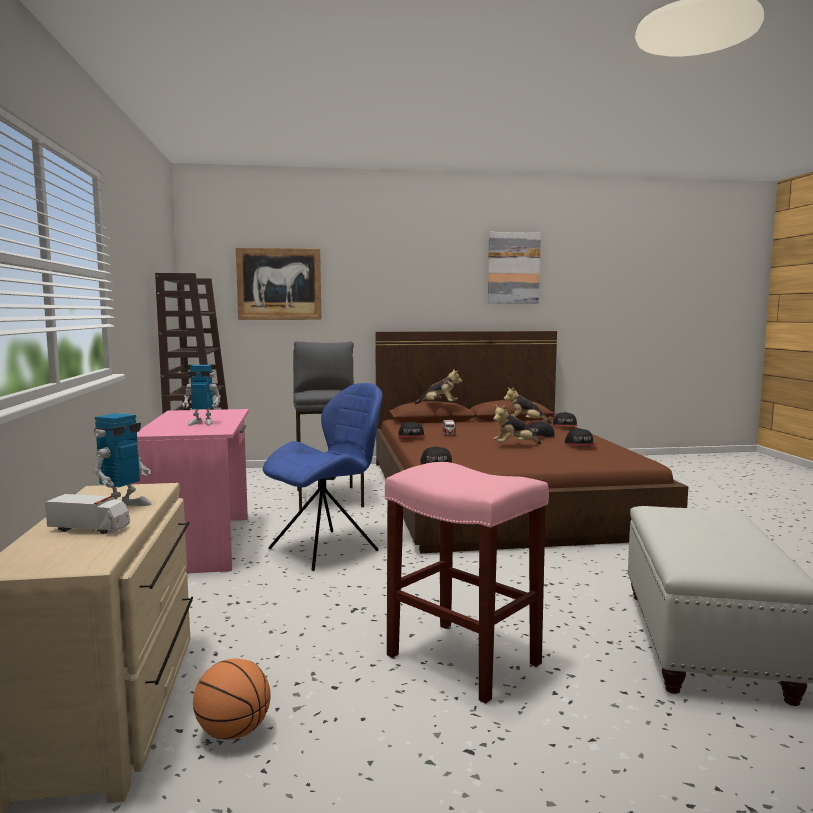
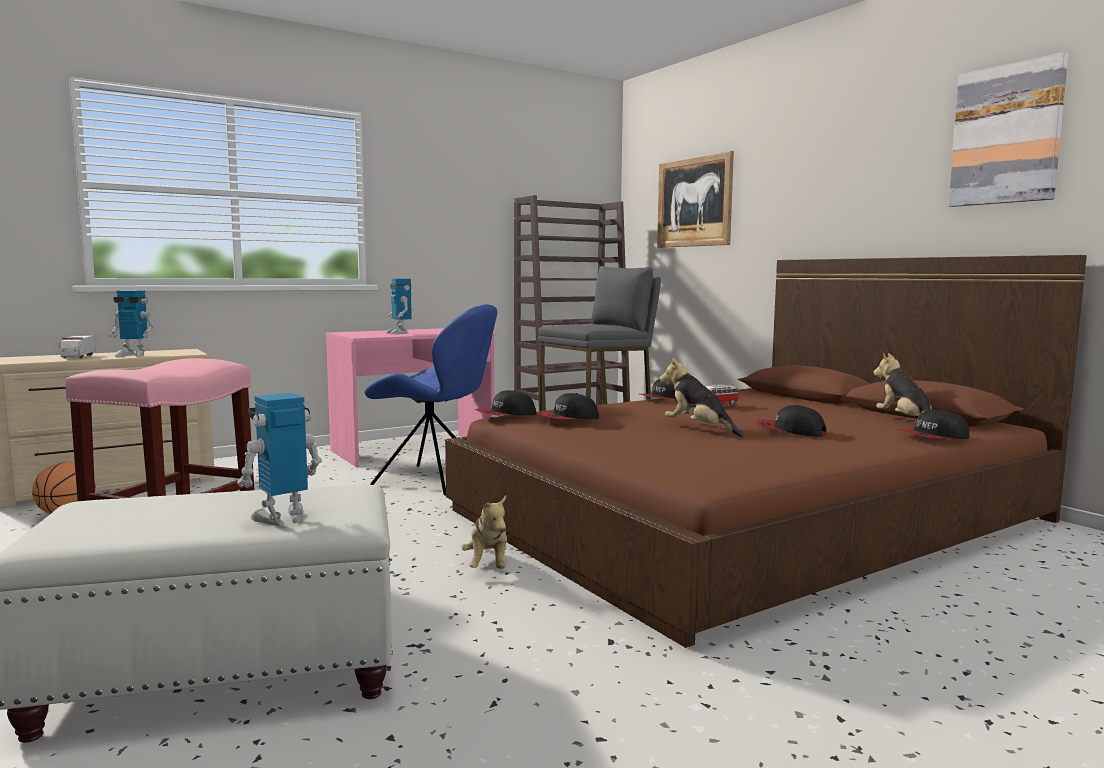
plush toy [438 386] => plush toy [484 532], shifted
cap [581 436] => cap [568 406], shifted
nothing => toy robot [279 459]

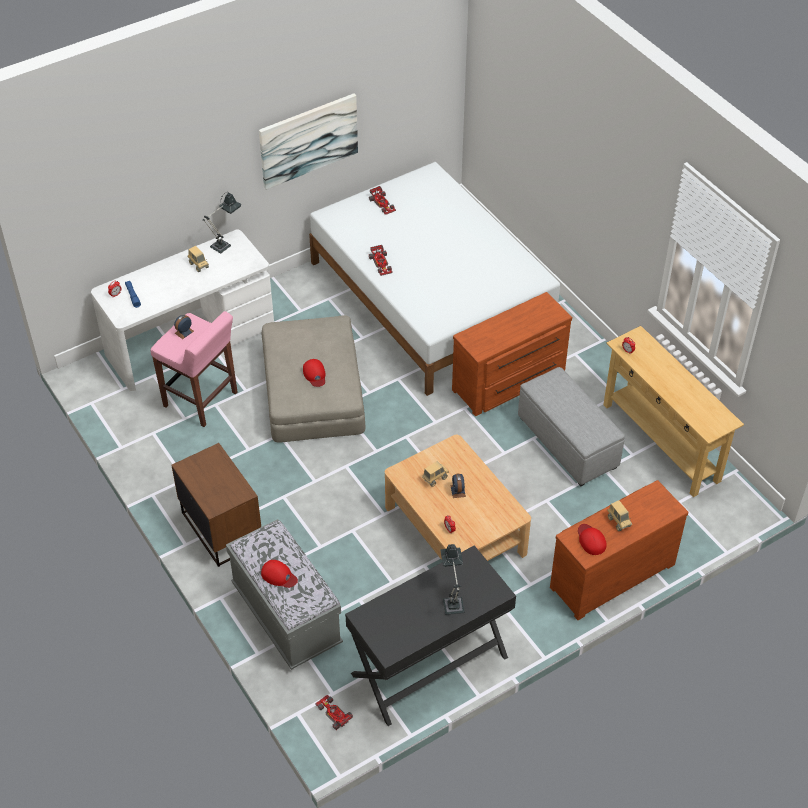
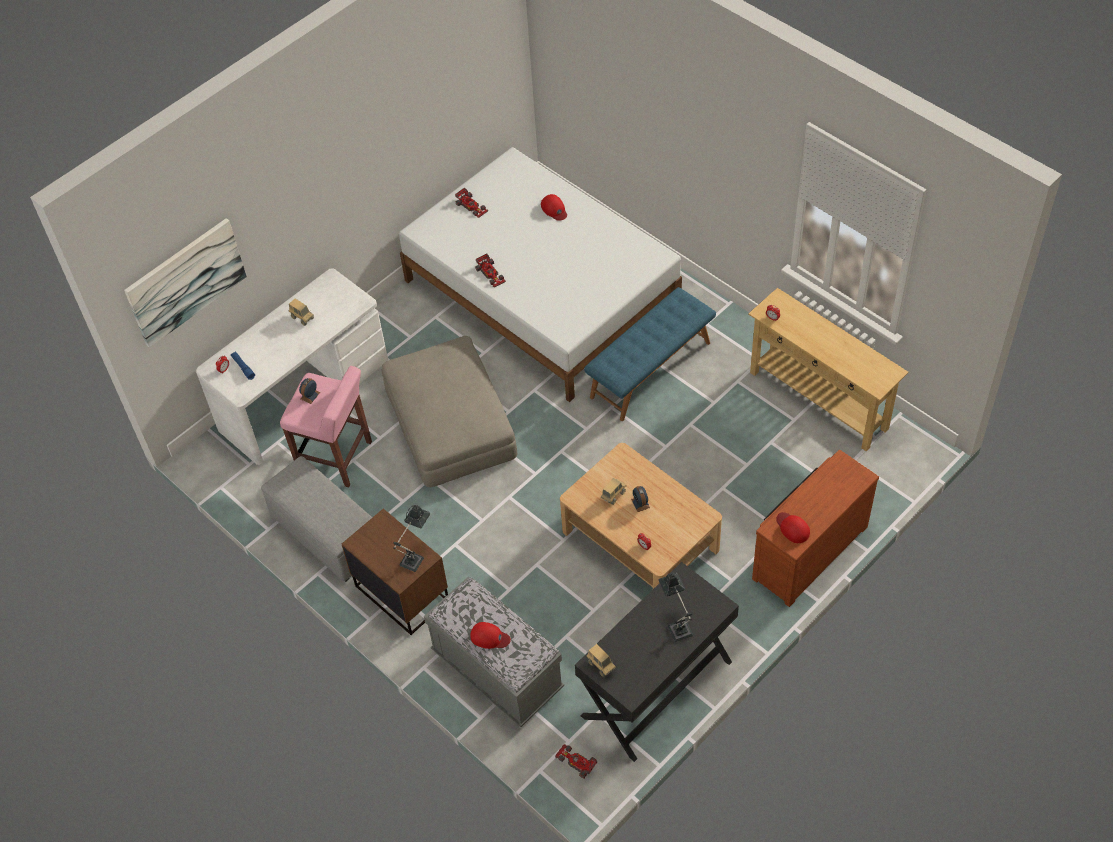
picture [308 142] => picture [185 283], shifted
table lamp [222 222] => table lamp [411 538], shifted
brown dresser [512 354] => blue bench [650 354]
red cap [314 373] => red cap [554 207], shifted
grey ottoman [571 426] => grey ottoman [316 519], shifted
toy truck [619 515] => toy truck [601 660], shifted

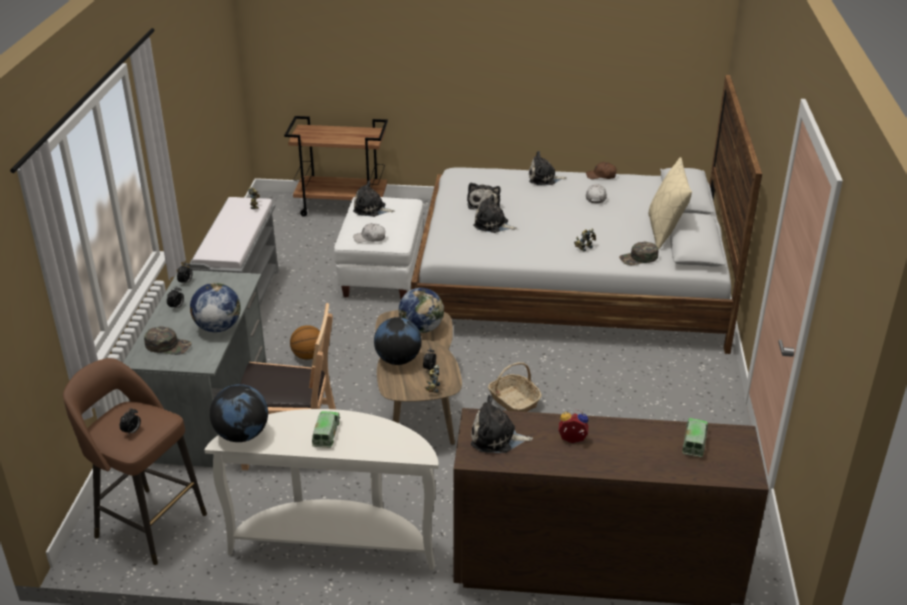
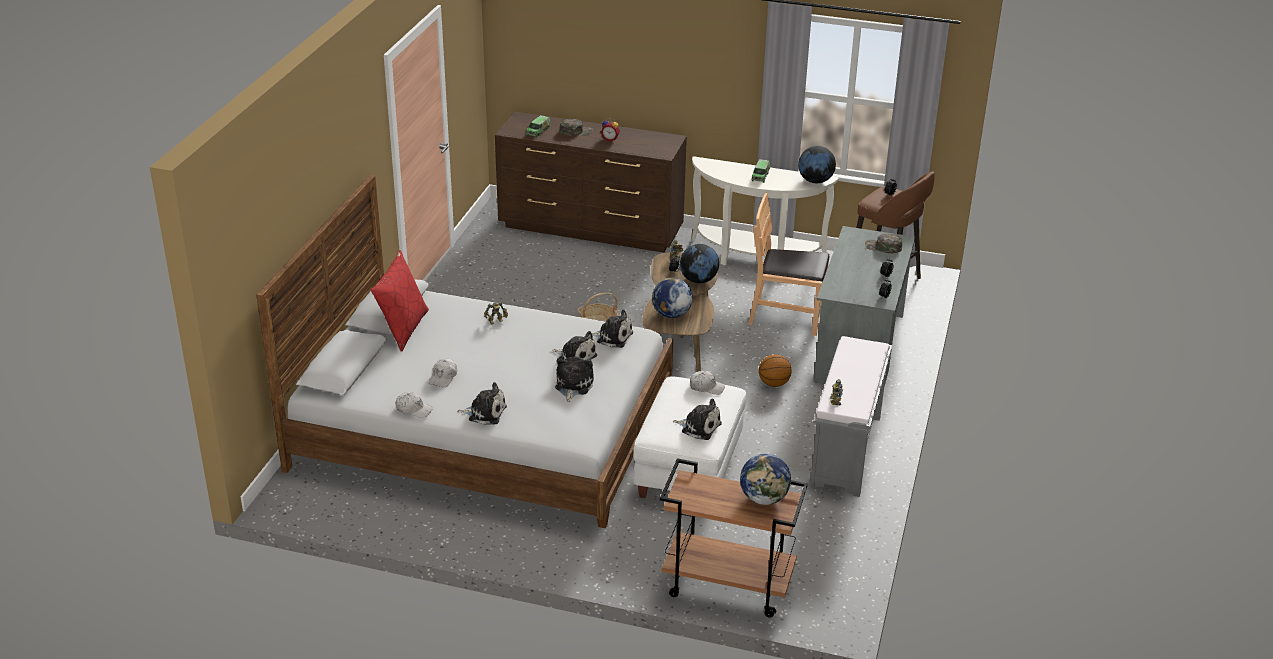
beige pillow [670 203] => red pillow [400 301]
brown cap [601 170] => white cap [414 405]
green cap [638 253] => green cap [576 127], shifted
globe [215 307] => globe [765 479], shifted
plush toy [502 424] => plush toy [612 328], shifted

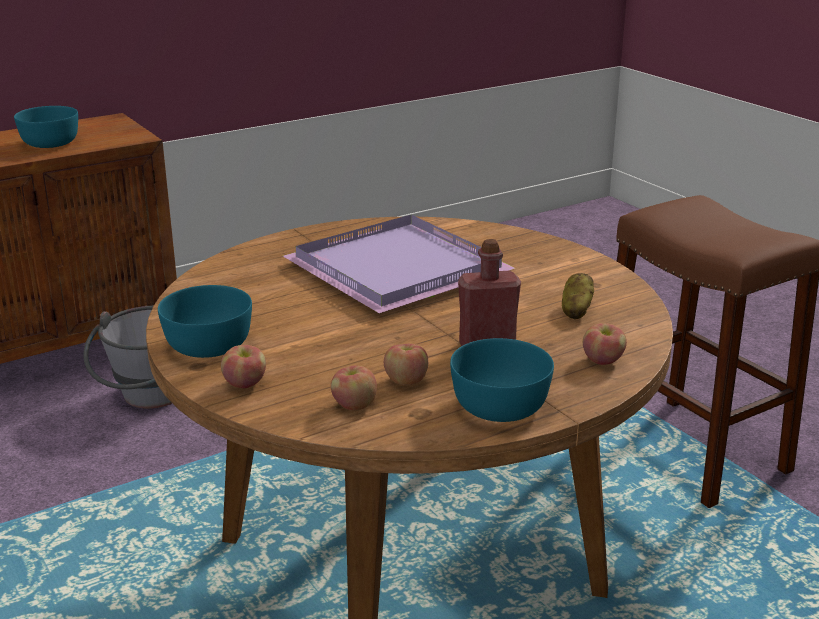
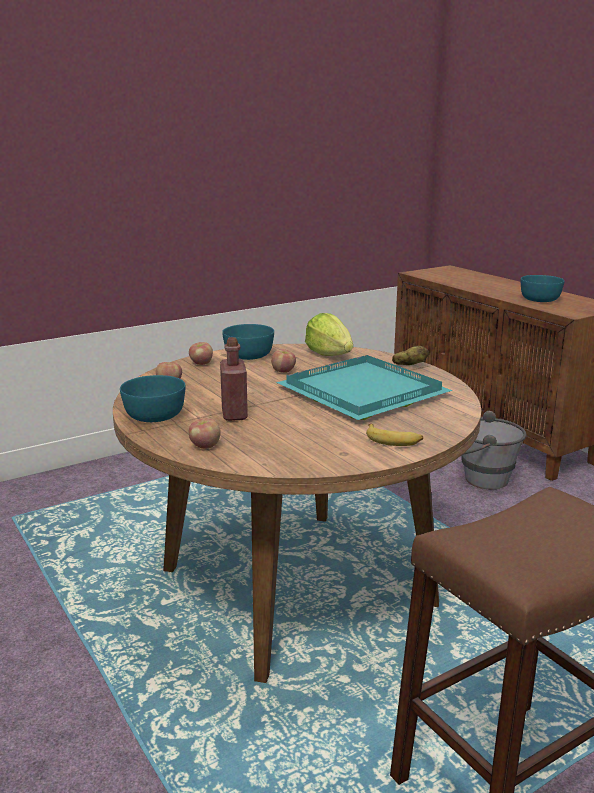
purple tray [399 264] => turquoise tray [364 387]
potato [578 296] => potato [410 355], shifted
apple [406 364] => apple [283 361], shifted
nothing => lettuce [329 334]
nothing => banana [394 435]

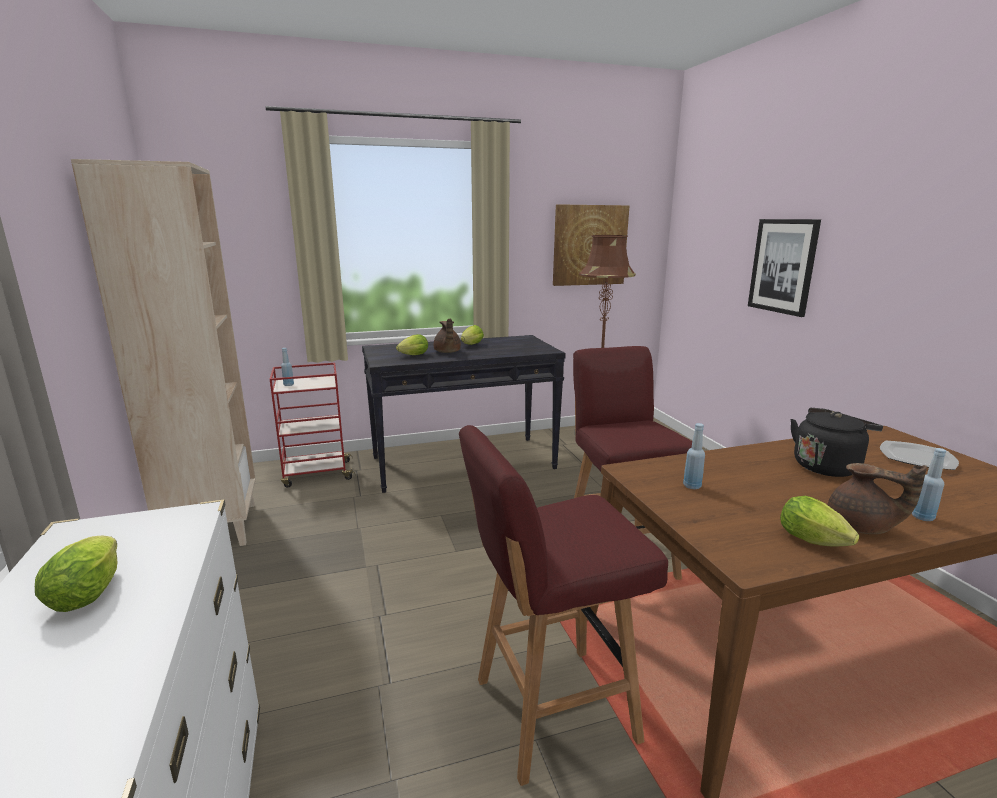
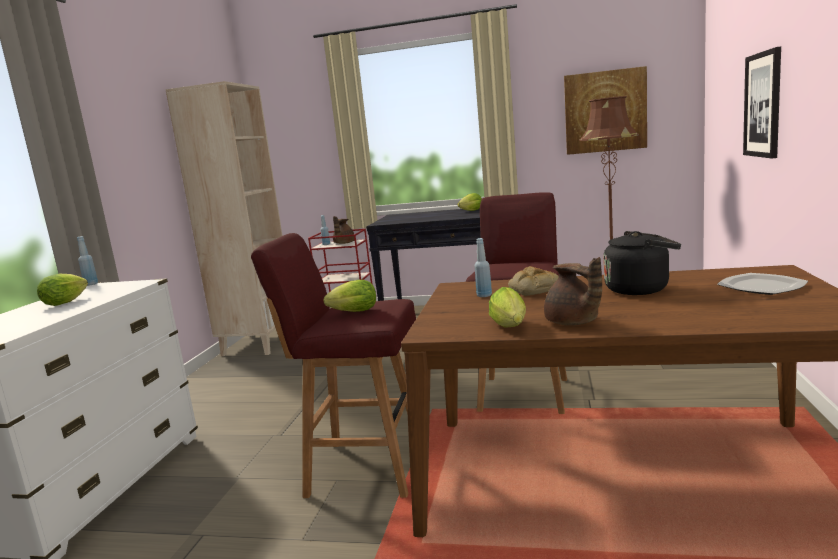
brown teapot [447 335] => brown teapot [343 230], shifted
lettuce [412 344] => lettuce [349 296], shifted
blue bottle [929 484] => blue bottle [87 261], shifted
nothing => bread [533 281]

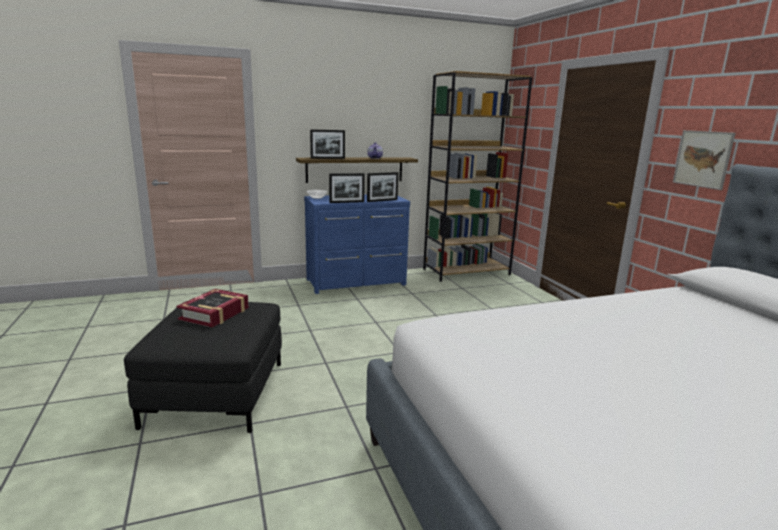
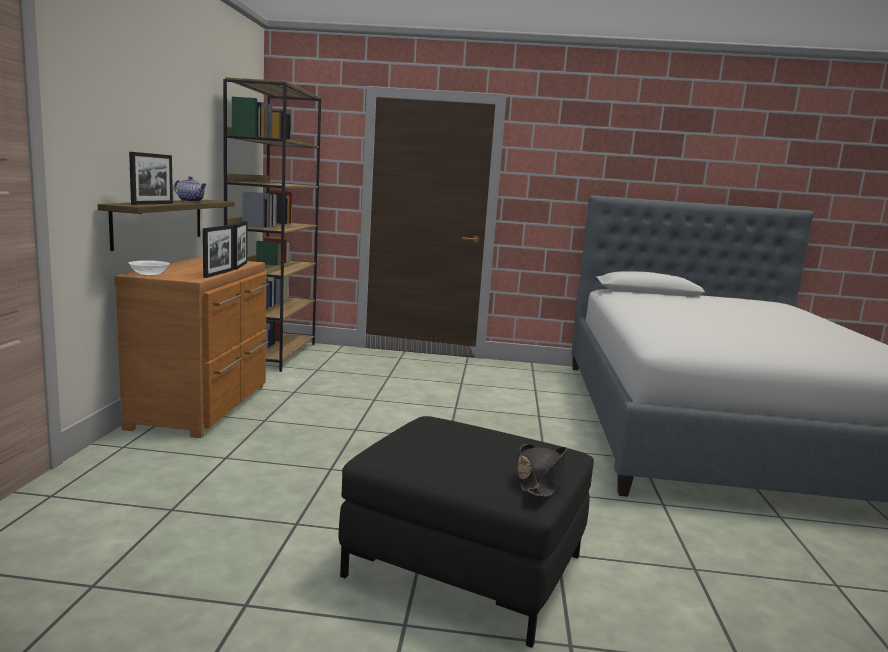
picture [704 160] => nothing
blue dresser [357 244] => brown dresser [191 347]
book [212 308] => nothing
nothing => black hat [542 470]

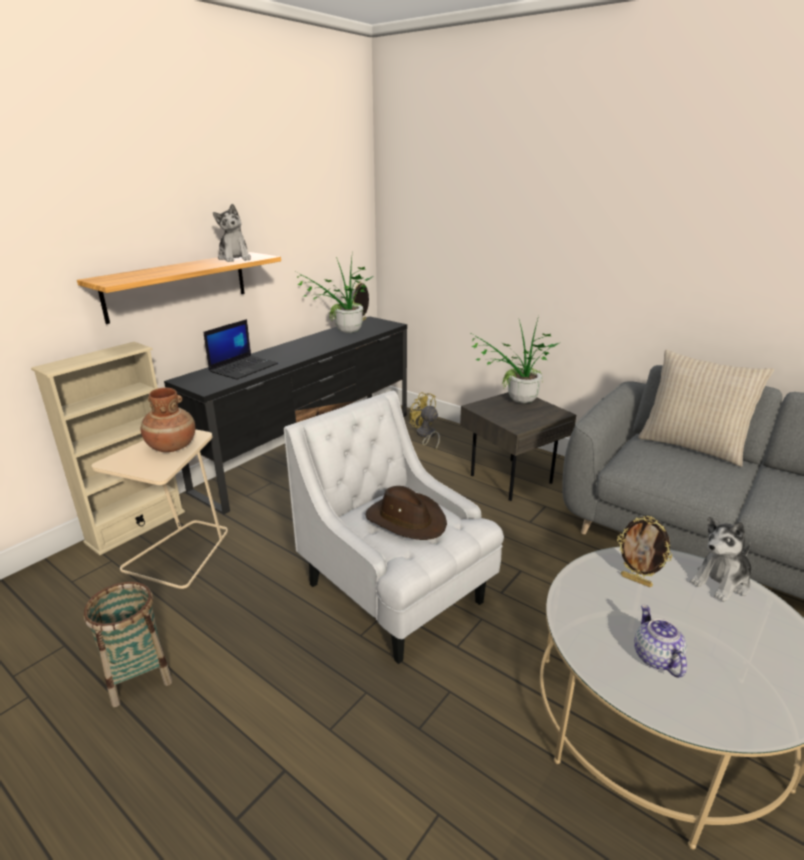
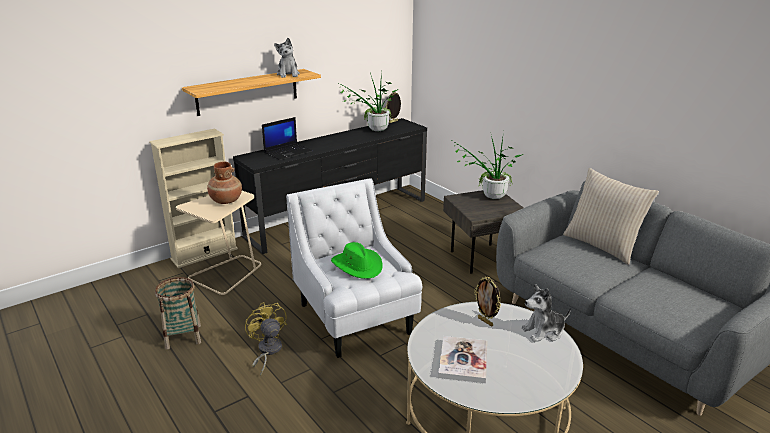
yellow fan [424 421] => yellow fan [266 339], shifted
brown hat [406 513] => green hat [357 260]
teapot [660 641] => book [462 359]

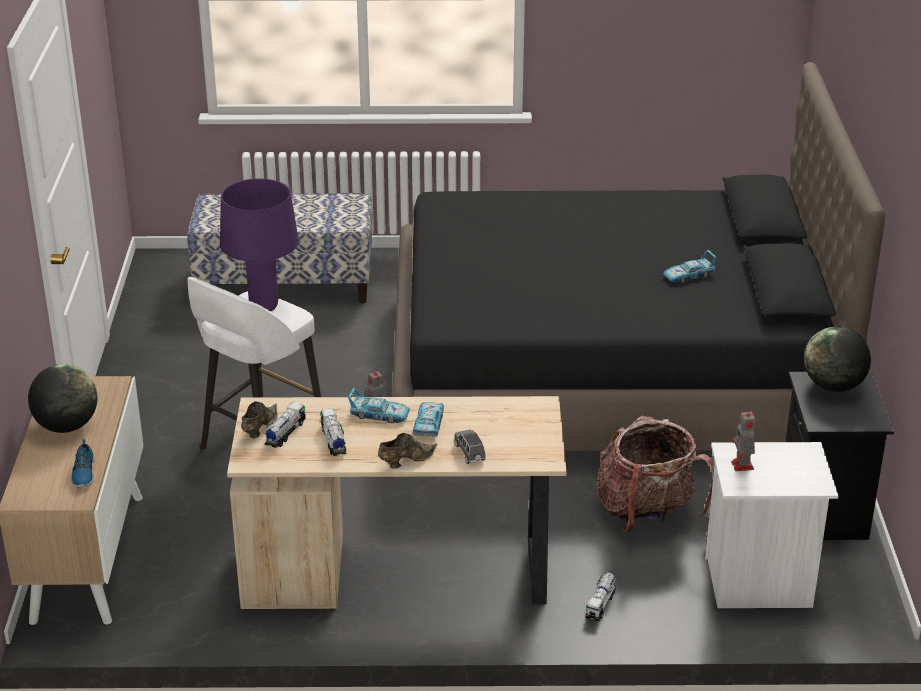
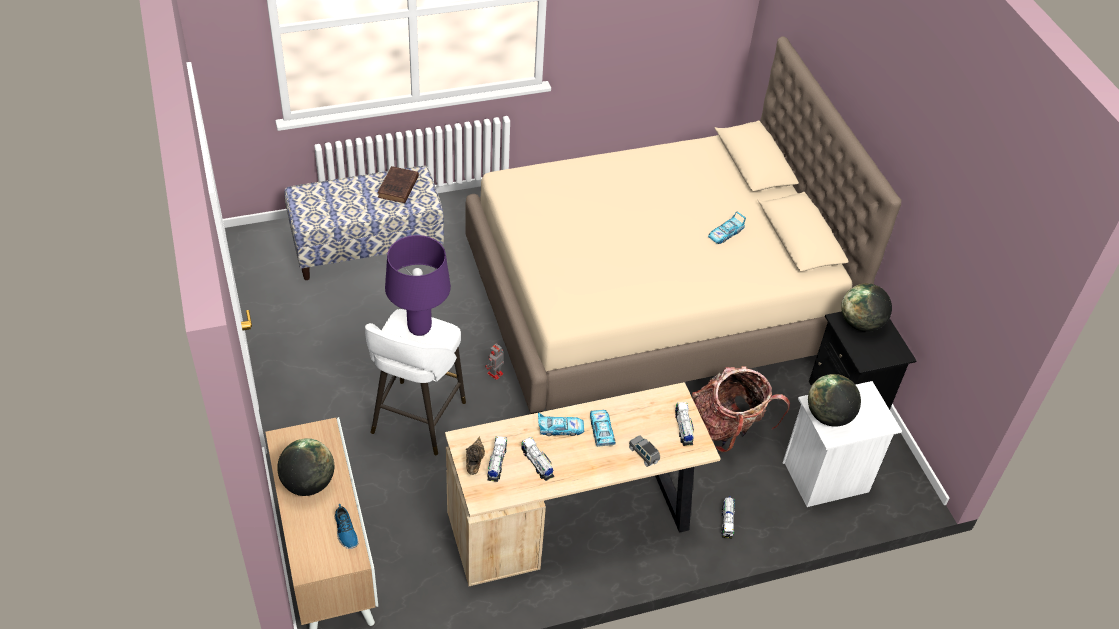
black bed [638 256] => beige bed [683 225]
toy robot [743 439] => globe [834 400]
brown shoe [407 451] => nothing
nothing => brown book [398 184]
nothing => toy truck [684 424]

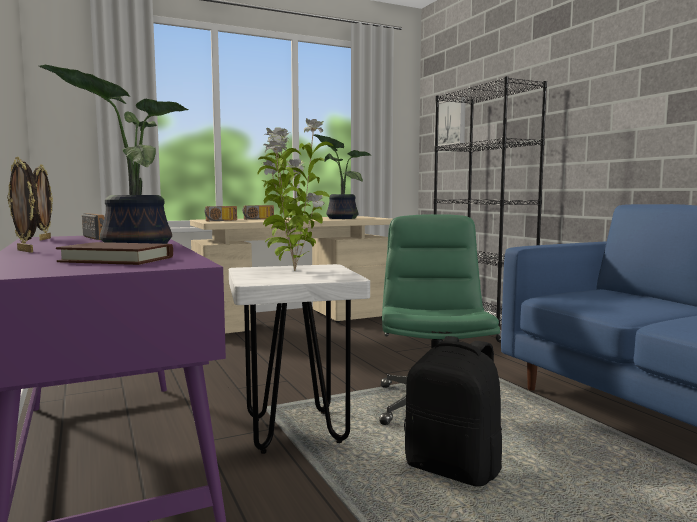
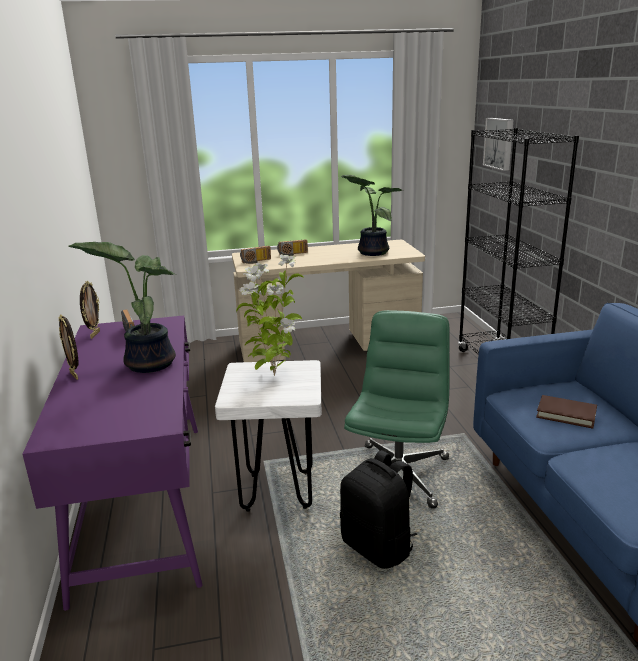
brown book [114 253] => brown book [566 411], shifted

